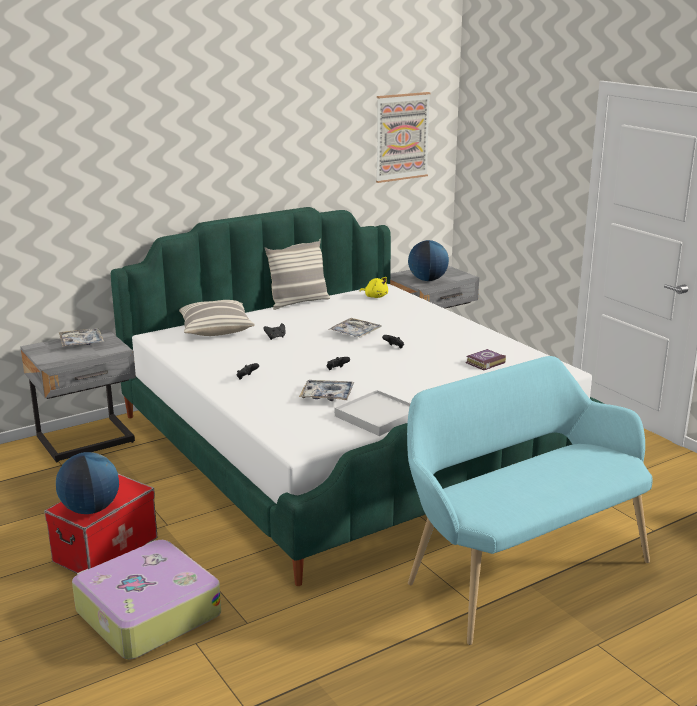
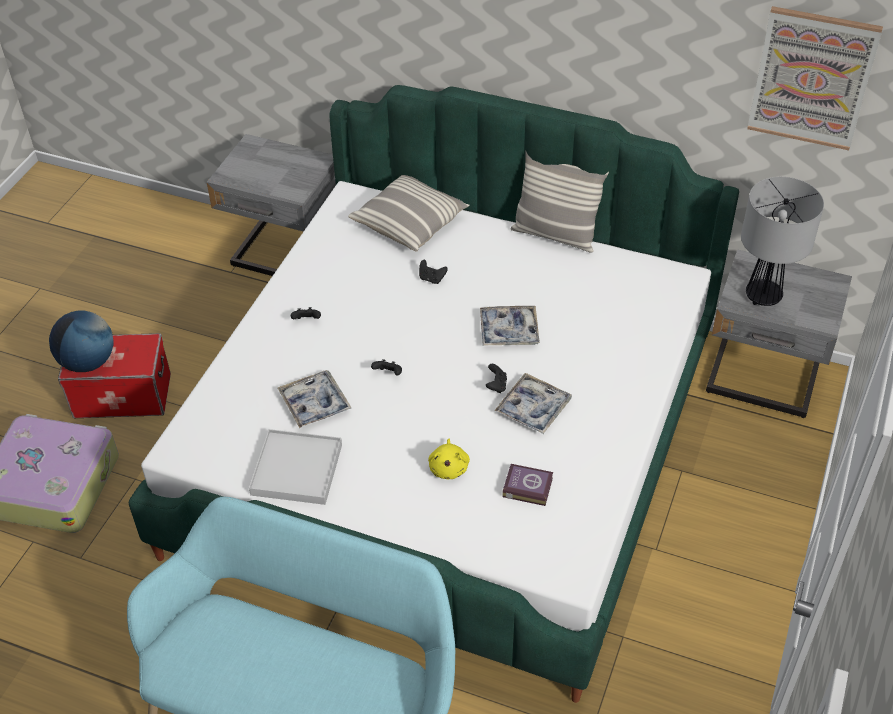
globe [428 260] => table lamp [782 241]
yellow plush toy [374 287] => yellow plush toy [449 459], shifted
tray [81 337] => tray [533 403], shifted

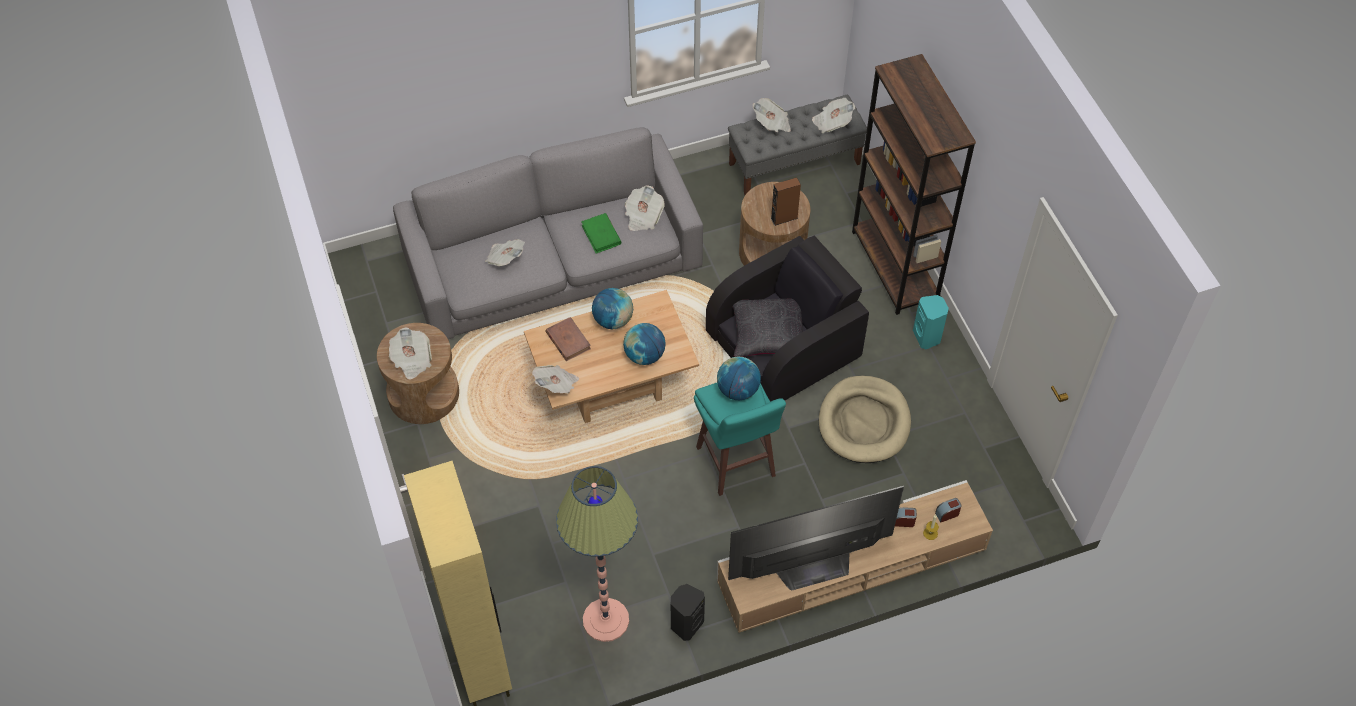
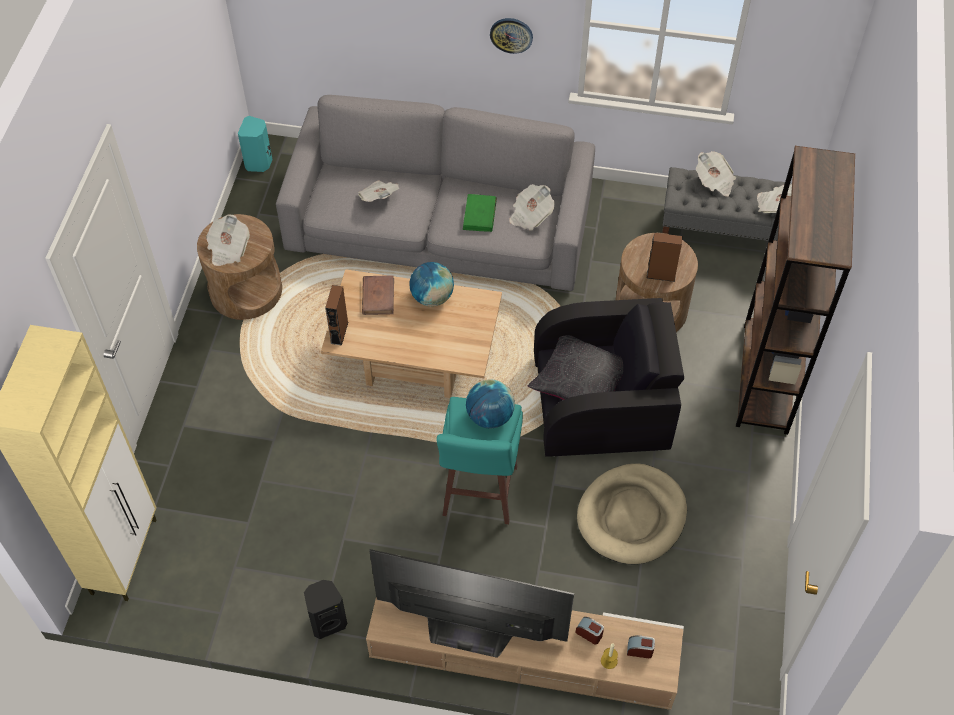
turquoise speaker [931 322] => turquoise speaker [255 144], shifted
globe [644 344] => nothing
newspaper [555 379] => brown speaker [336 315]
floor lamp [597 554] => nothing
nothing => wall clock [511 36]

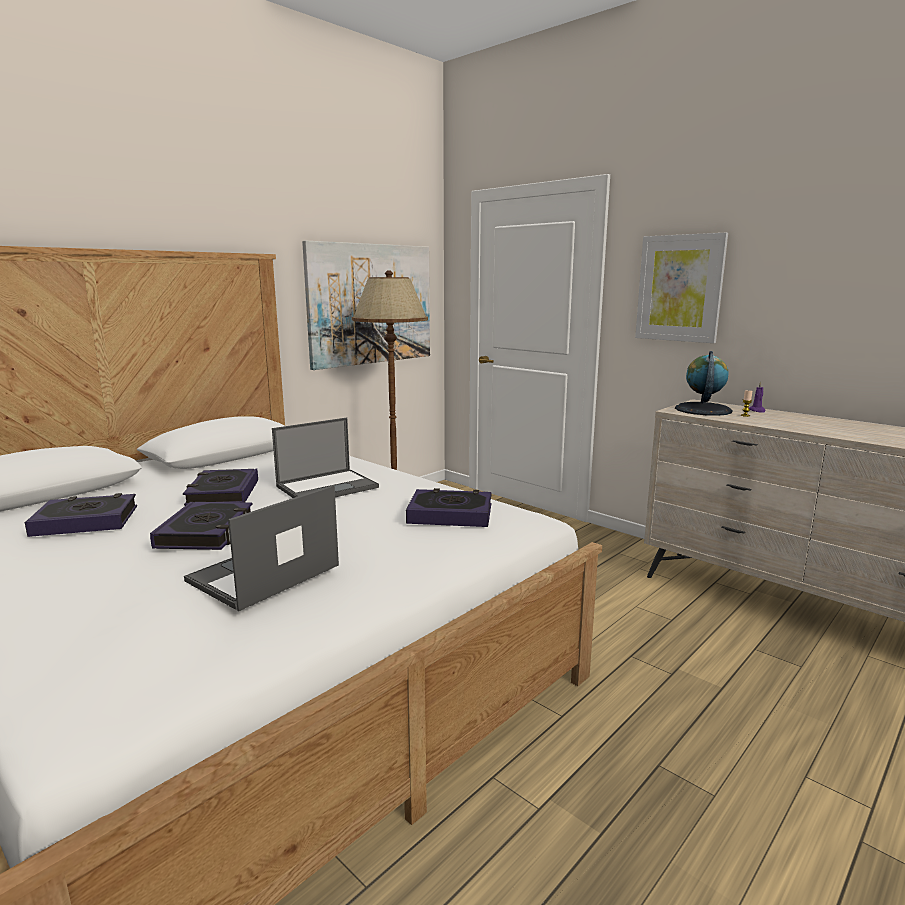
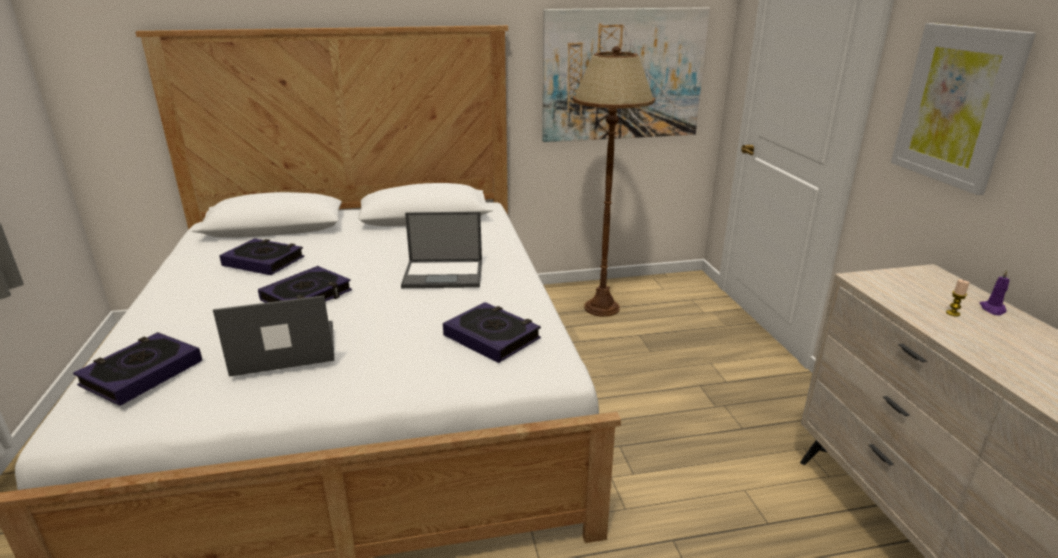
globe [704 383] => nothing
book [220 487] => book [137 369], shifted

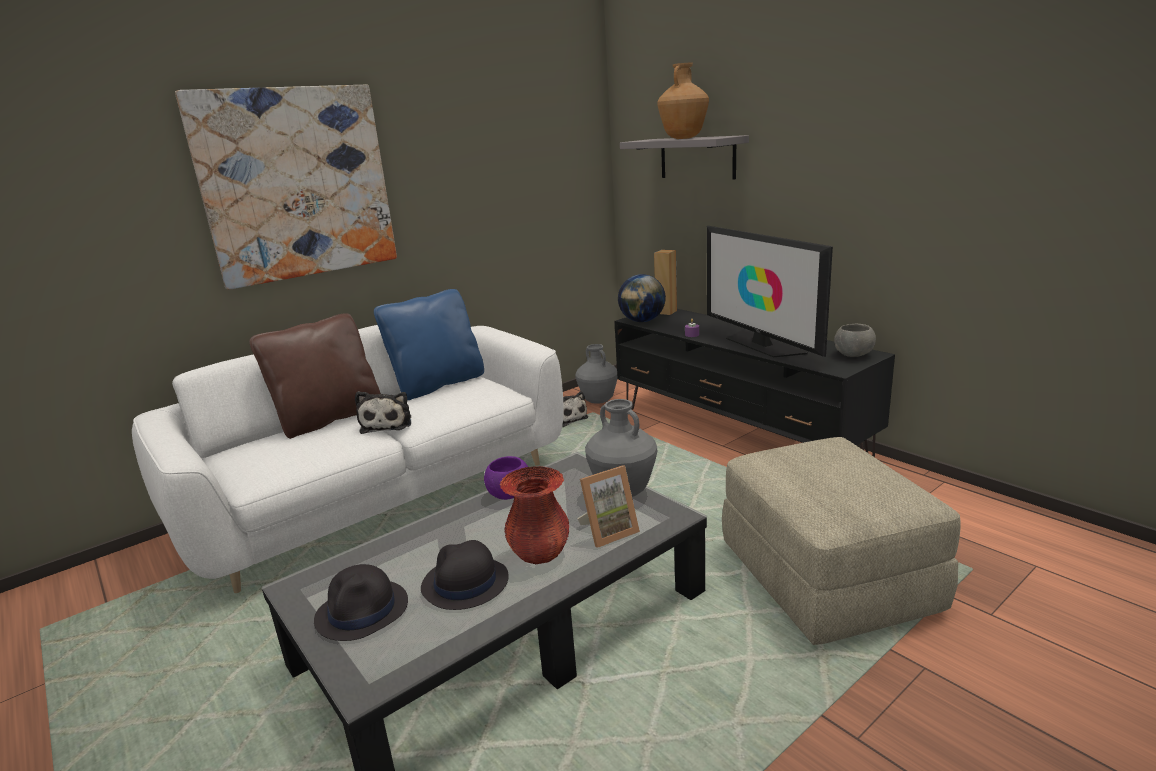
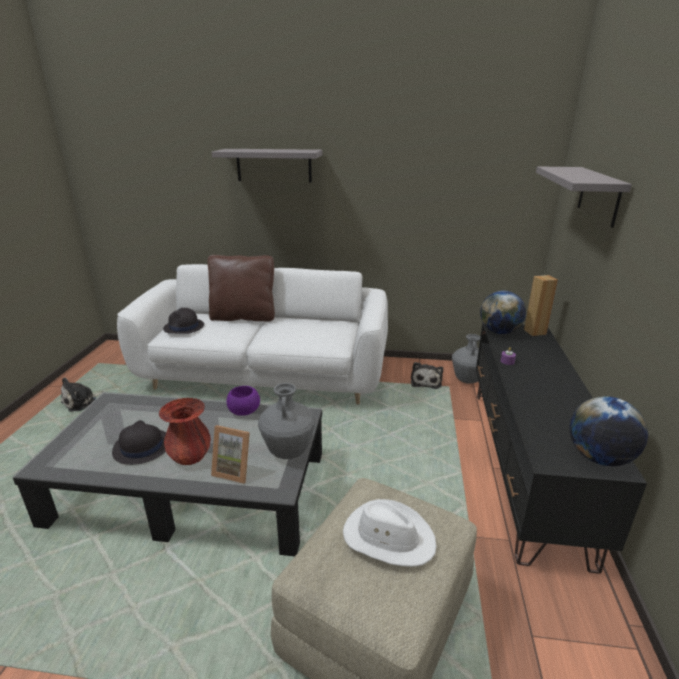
brown vase [683 101] => nothing
picture [286 187] => grey shelf [267 165]
television [770 291] => nothing
blue pillow [429 344] => nothing
grey bowl [855 340] => globe [609 431]
plush toy [383 412] => plush toy [82 394], shifted
black hat [361 602] => black hat [183 321], shifted
nothing => white hat [390 533]

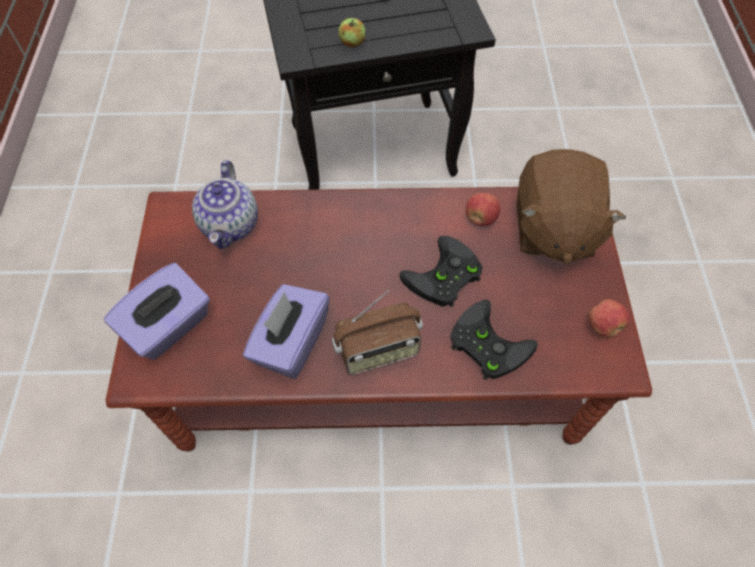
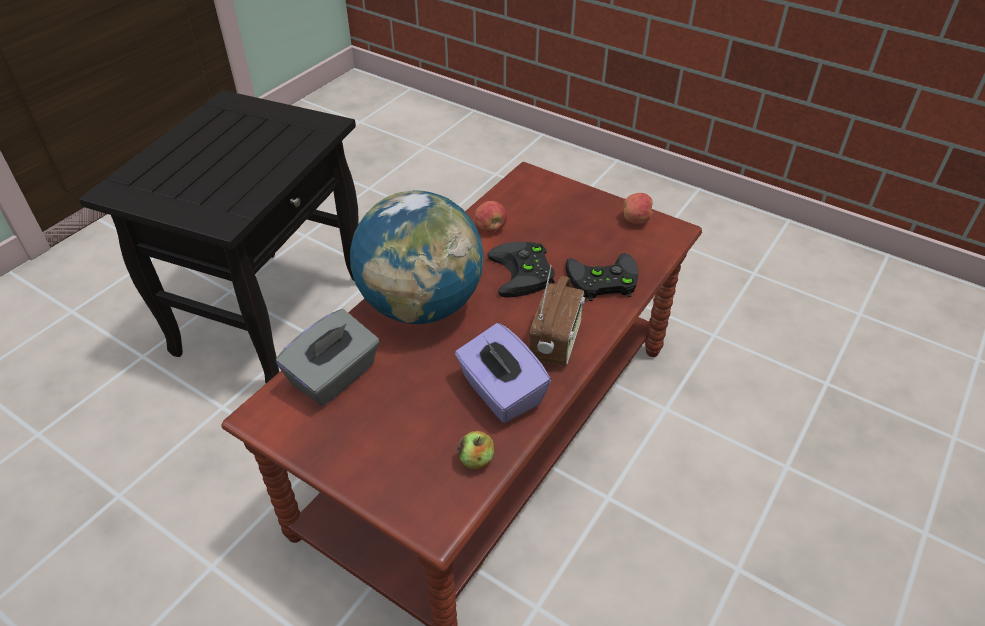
apple [352 32] => apple [475 450], shifted
brown plush toy [571 206] => nothing
teapot [225 204] => grey tissue box [328 357]
purple tissue box [157 311] => nothing
nothing => globe [417 257]

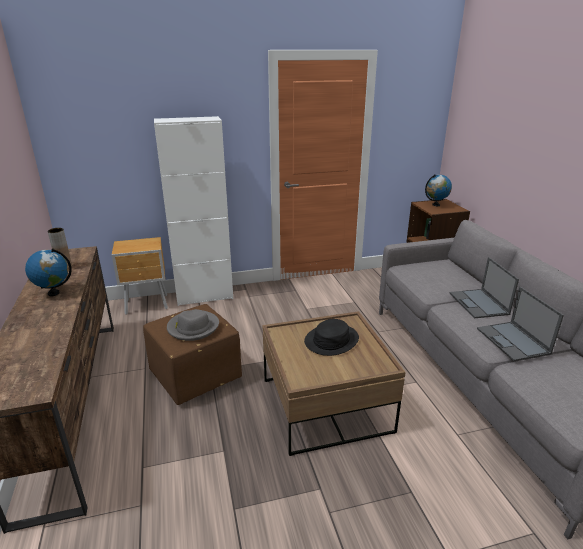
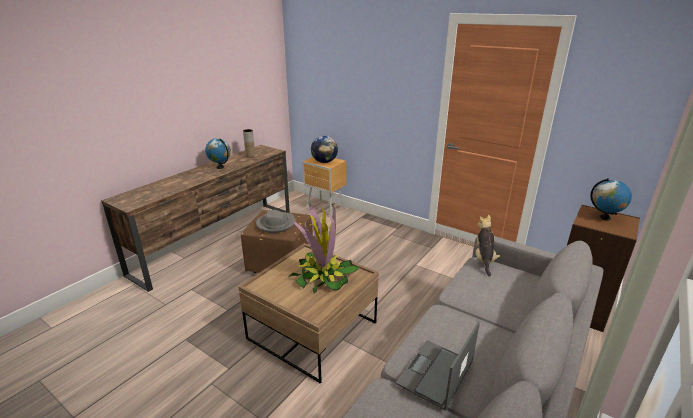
white cabinet [193 211] => nothing
laptop [484 287] => nothing
black hat [331 337] => potted plant [324 248]
nothing => globe [324 149]
nothing => plush toy [487 246]

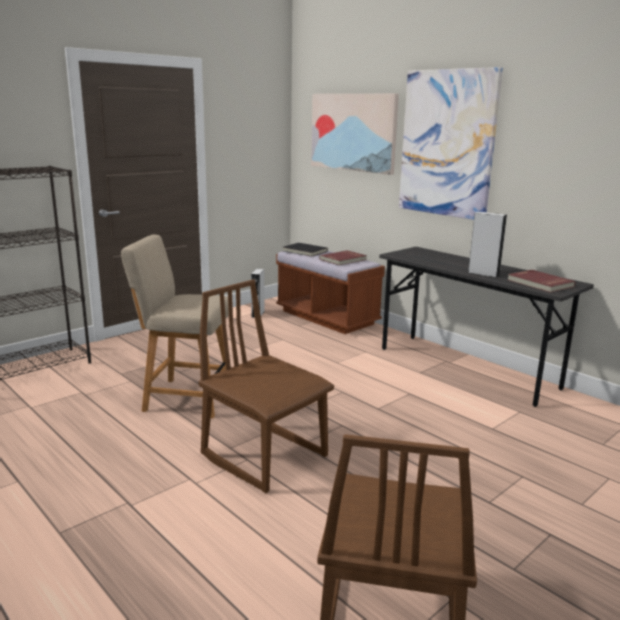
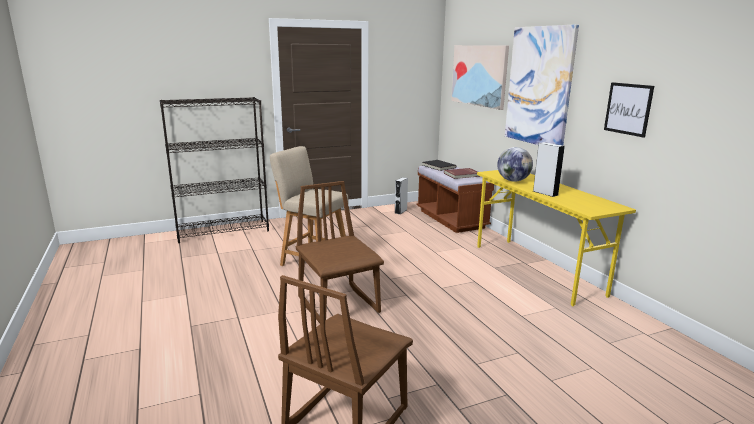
grey desk [486 327] => yellow desk [556 238]
red book [541 281] => nothing
nothing => picture [629 110]
nothing => globe [515 164]

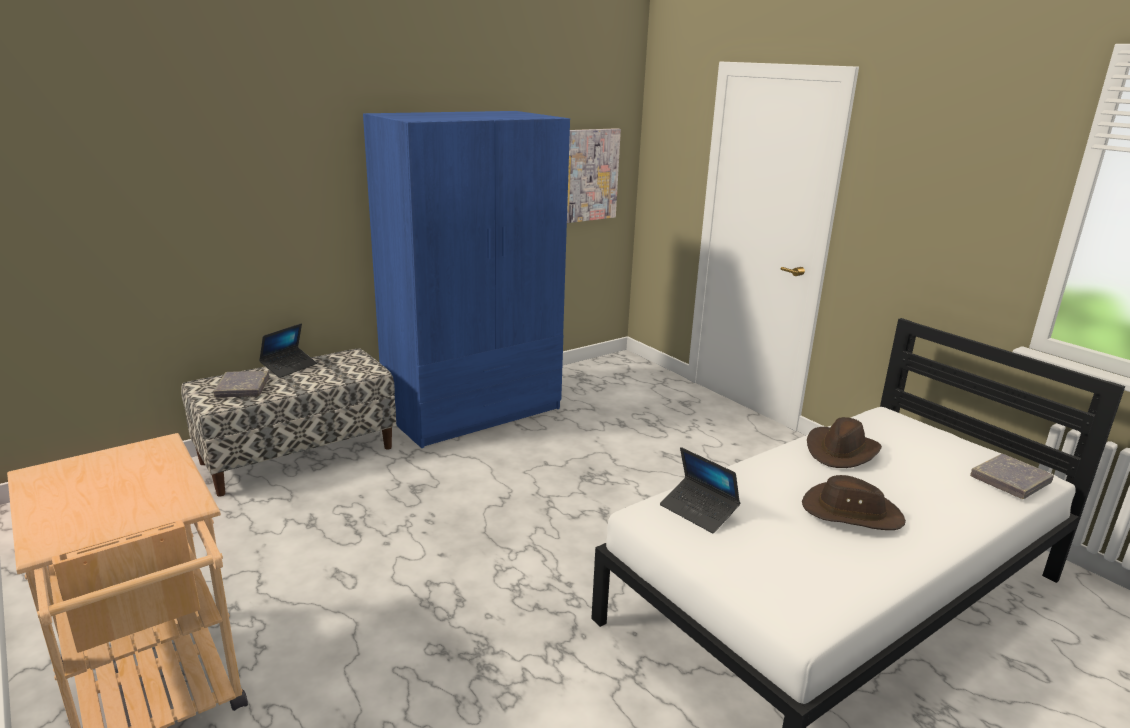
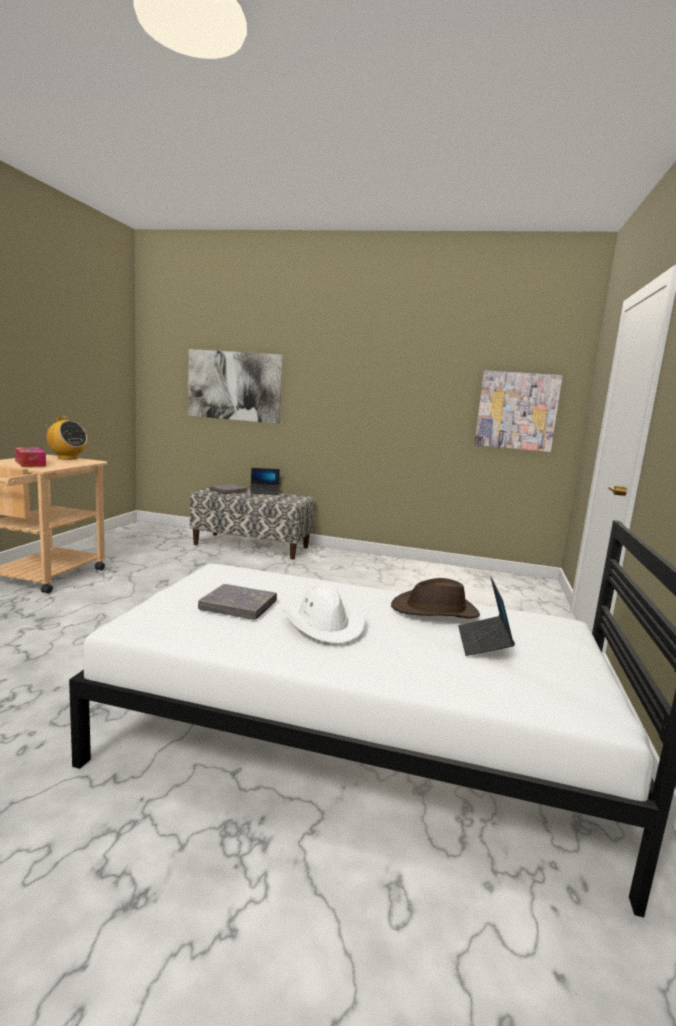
blue wardrobe [466 279] => nothing
laptop [700 490] => laptop [486 616], shifted
grey book [1012 476] => grey book [237 602], shifted
brown hat [854 502] => white hat [323 614]
nothing => picture [235 386]
nothing => radio [66 438]
nothing => tissue box [30 457]

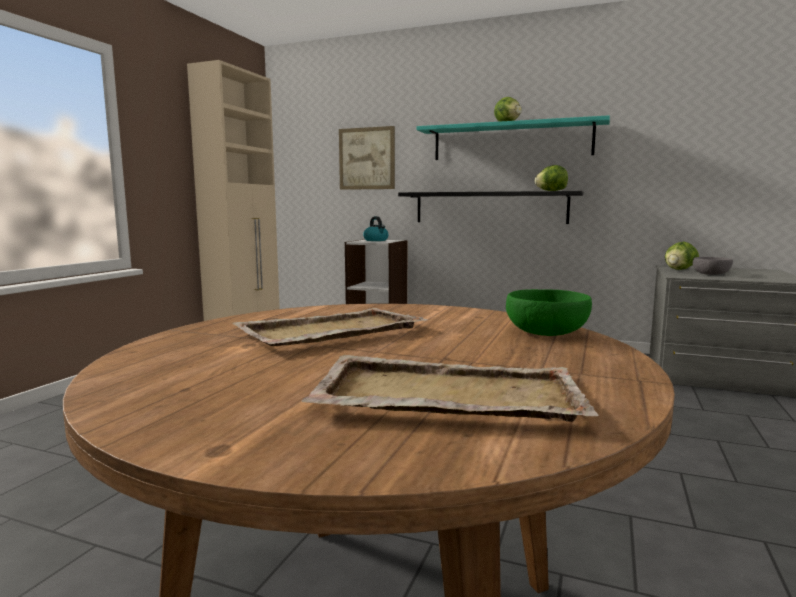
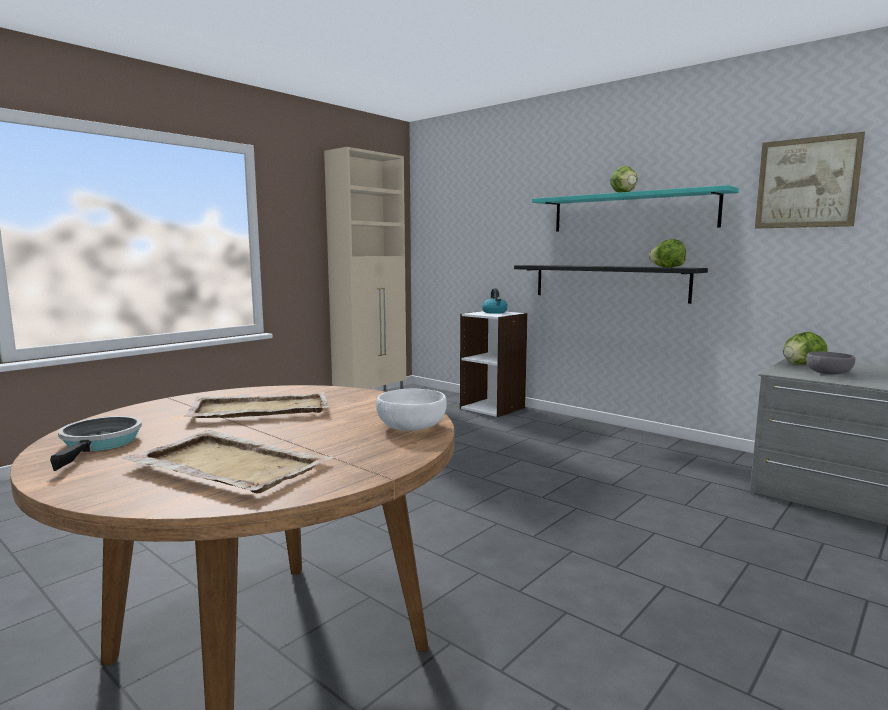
picture [367 158] => picture [810 180], shifted
green bowl [549 312] => white bowl [411 409]
nothing => frying pan [96 443]

